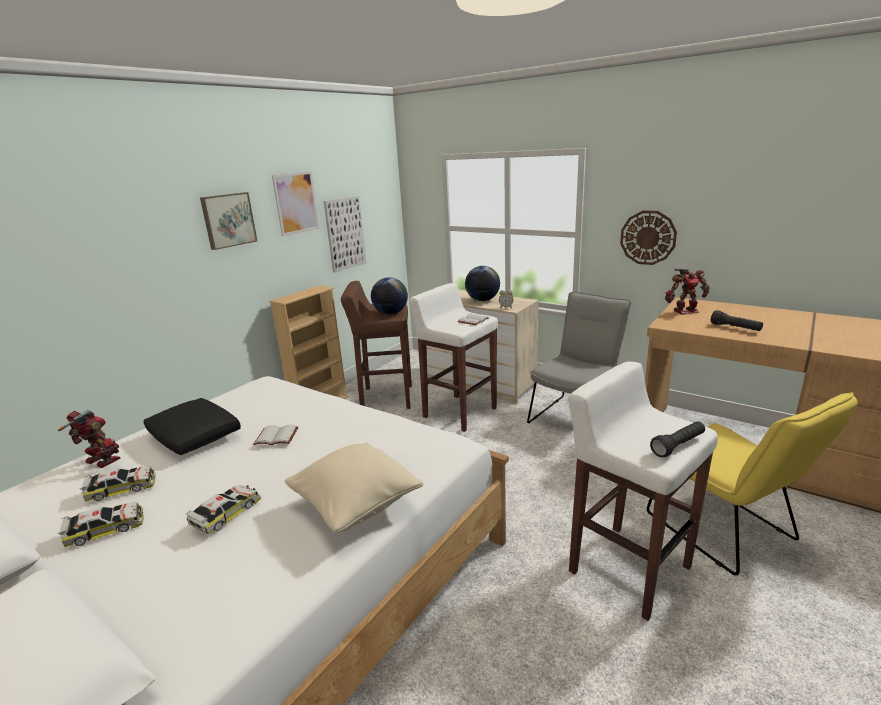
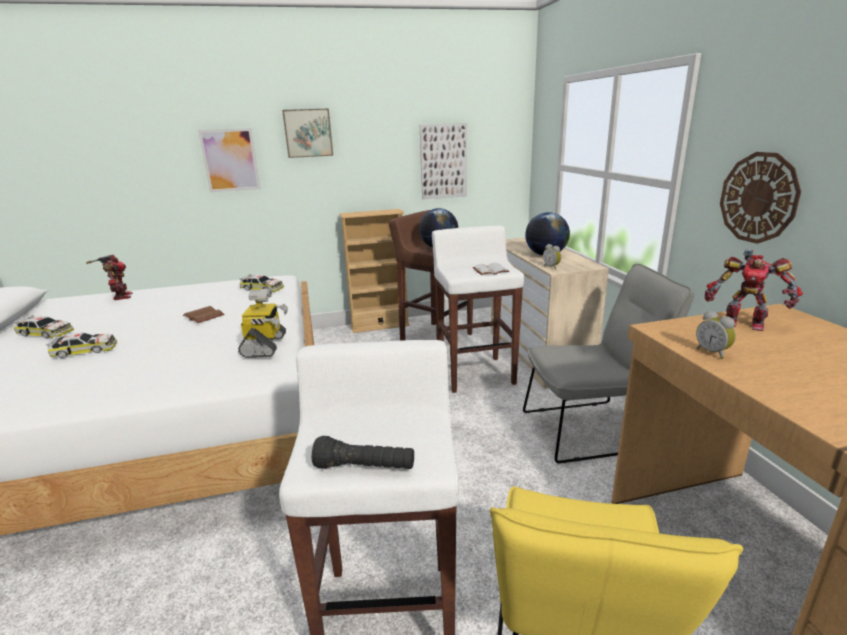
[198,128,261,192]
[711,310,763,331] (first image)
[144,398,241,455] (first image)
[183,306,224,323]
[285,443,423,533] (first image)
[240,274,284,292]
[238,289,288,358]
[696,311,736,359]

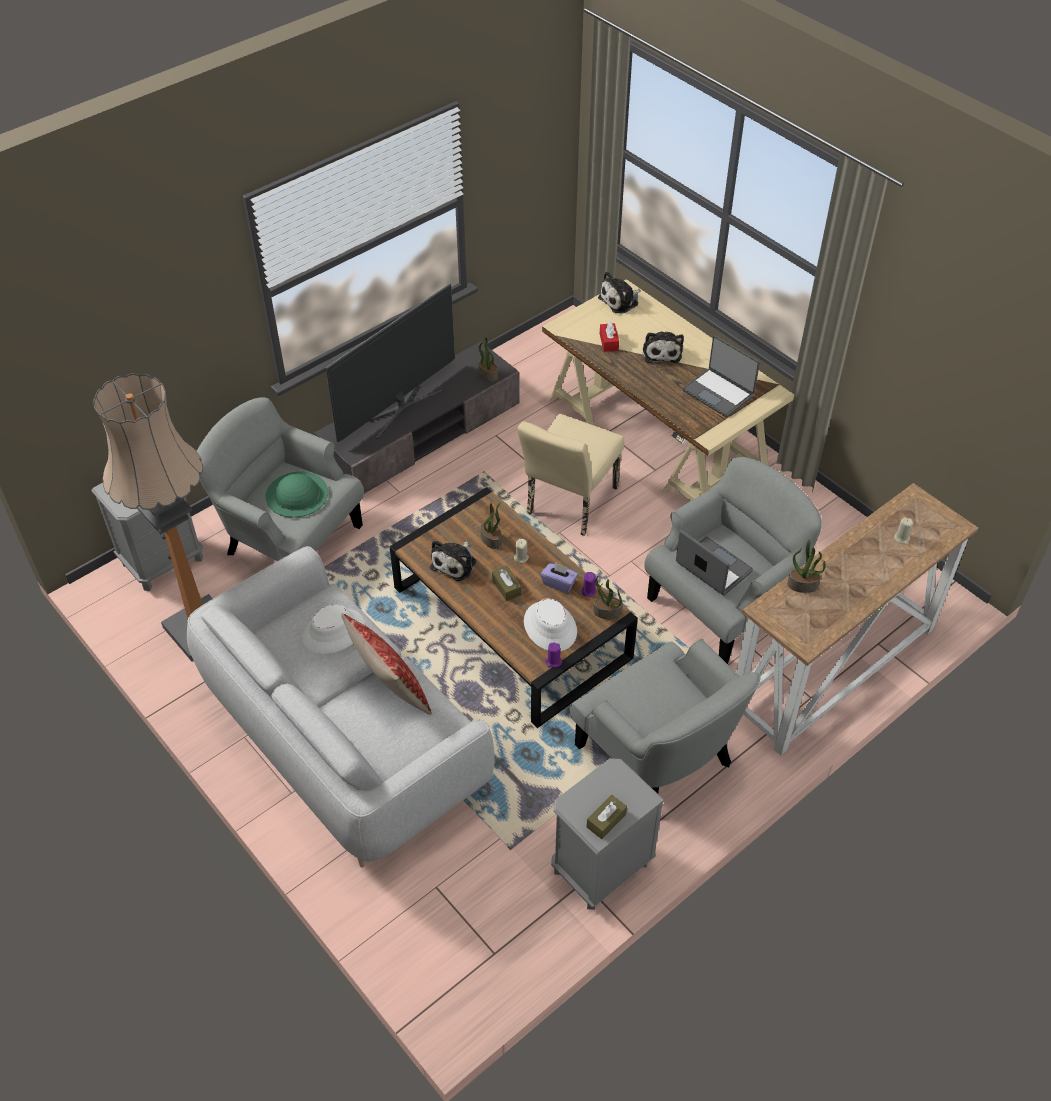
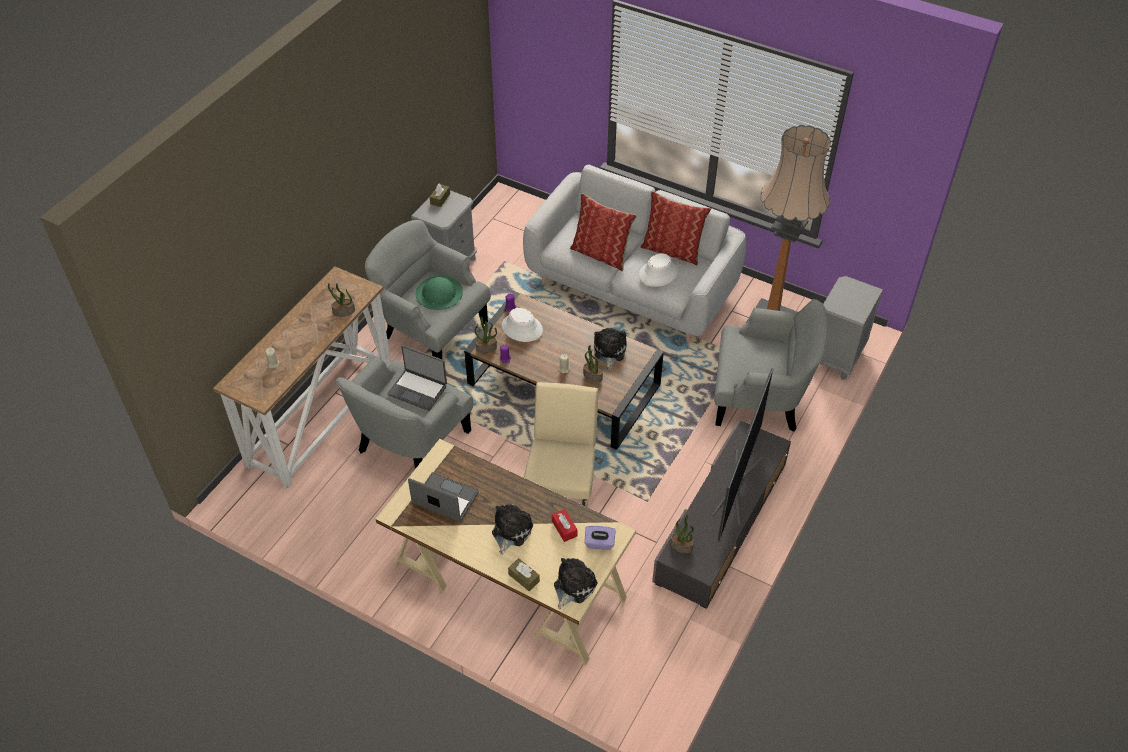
[492,504,533,555]
[415,276,463,310]
[585,526,616,550]
[508,558,540,591]
[640,191,711,266]

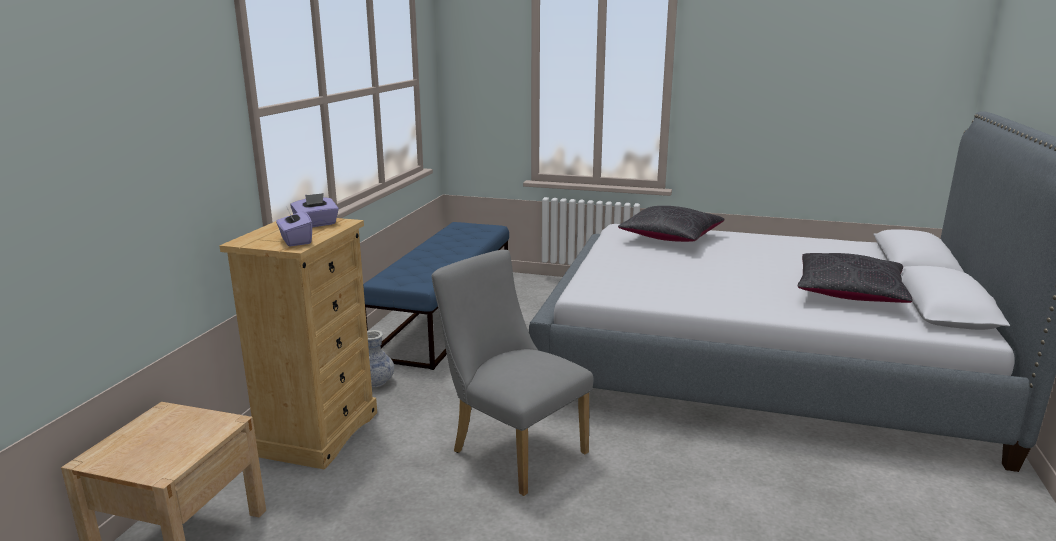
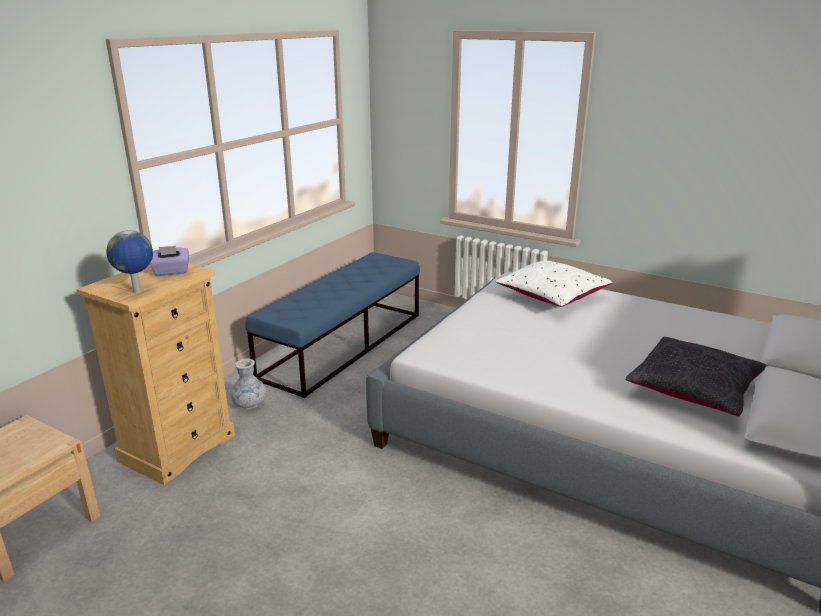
[106,230,153,292]
[495,261,612,307]
[431,250,593,496] (first image)

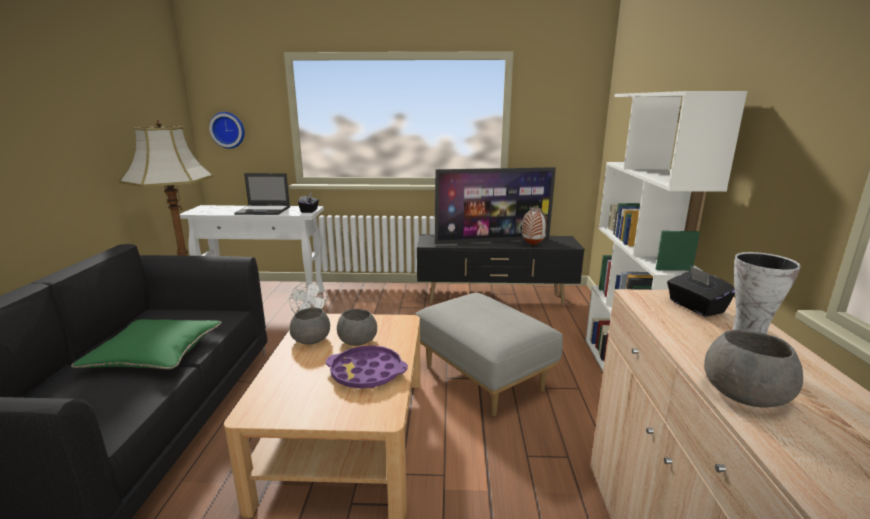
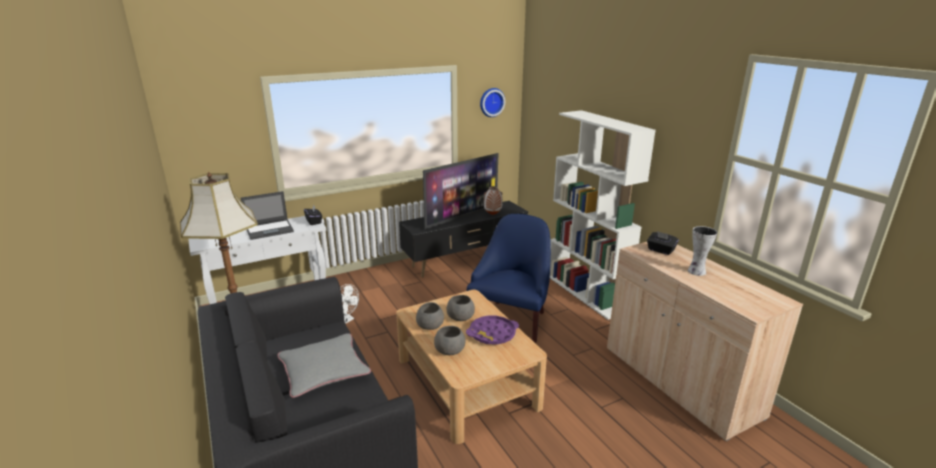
[480,88,505,117]
[466,214,551,343]
[277,333,371,398]
[434,326,465,355]

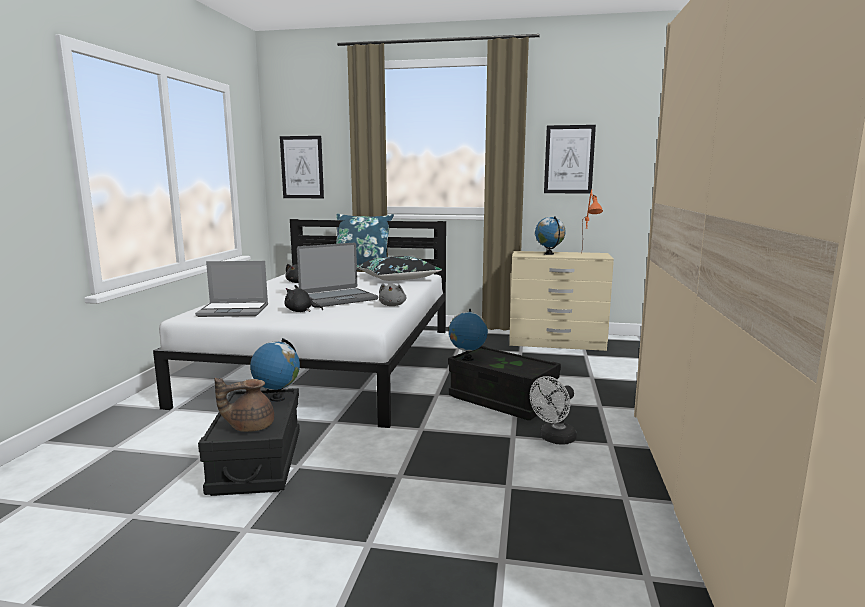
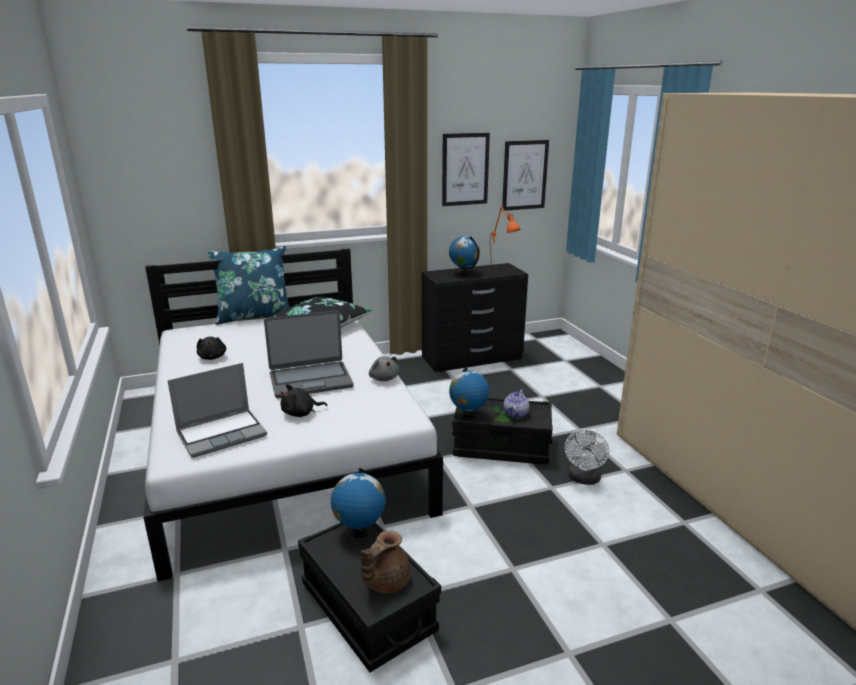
[502,140,549,211]
[264,310,354,398]
[422,263,528,372]
[503,389,529,419]

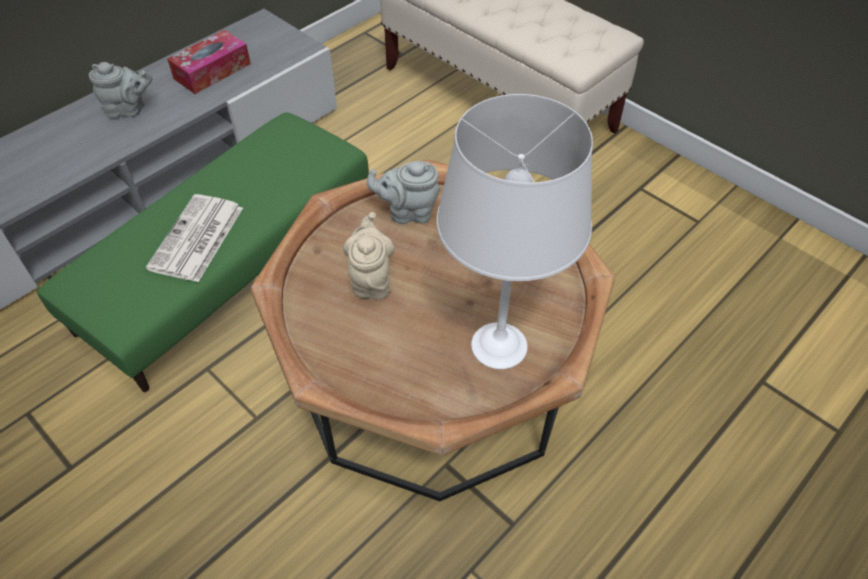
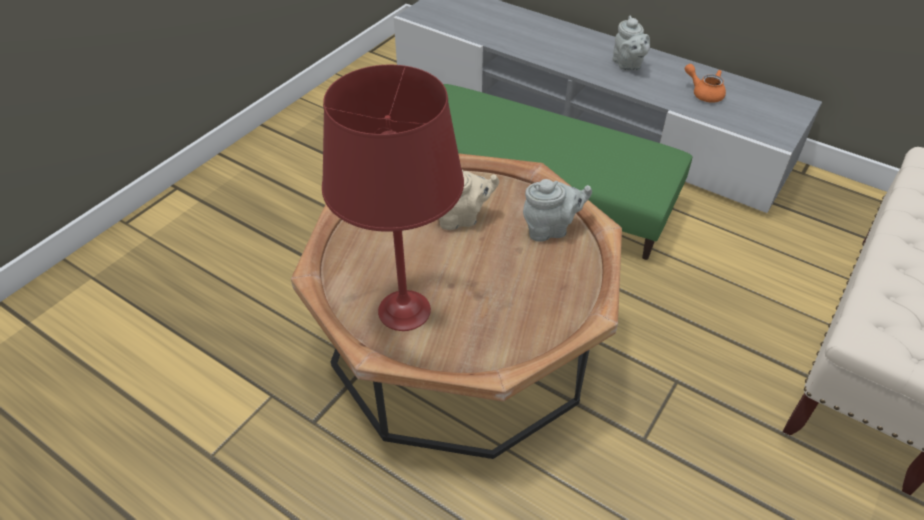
[685,64,726,103]
[322,65,464,331]
[523,179,592,242]
[145,194,243,282] (first image)

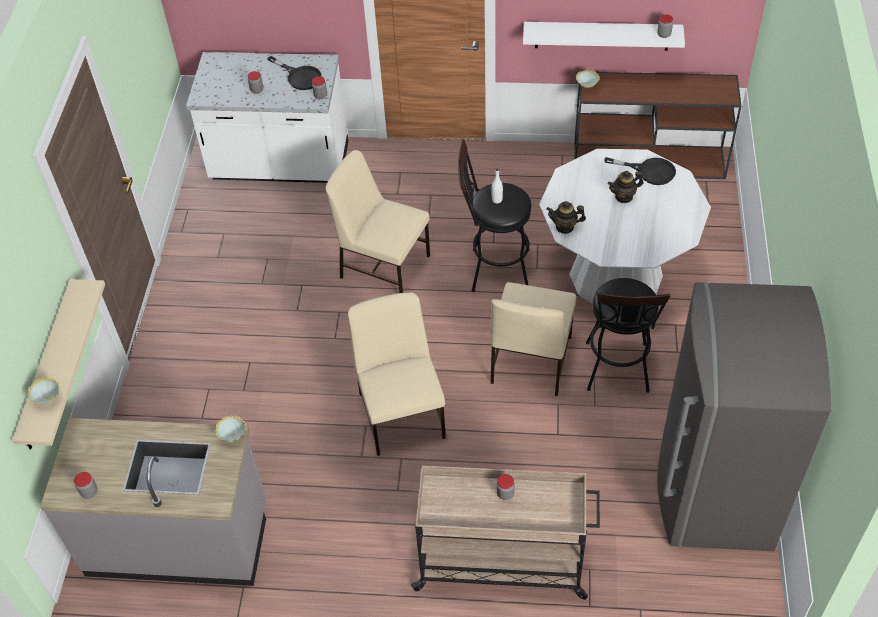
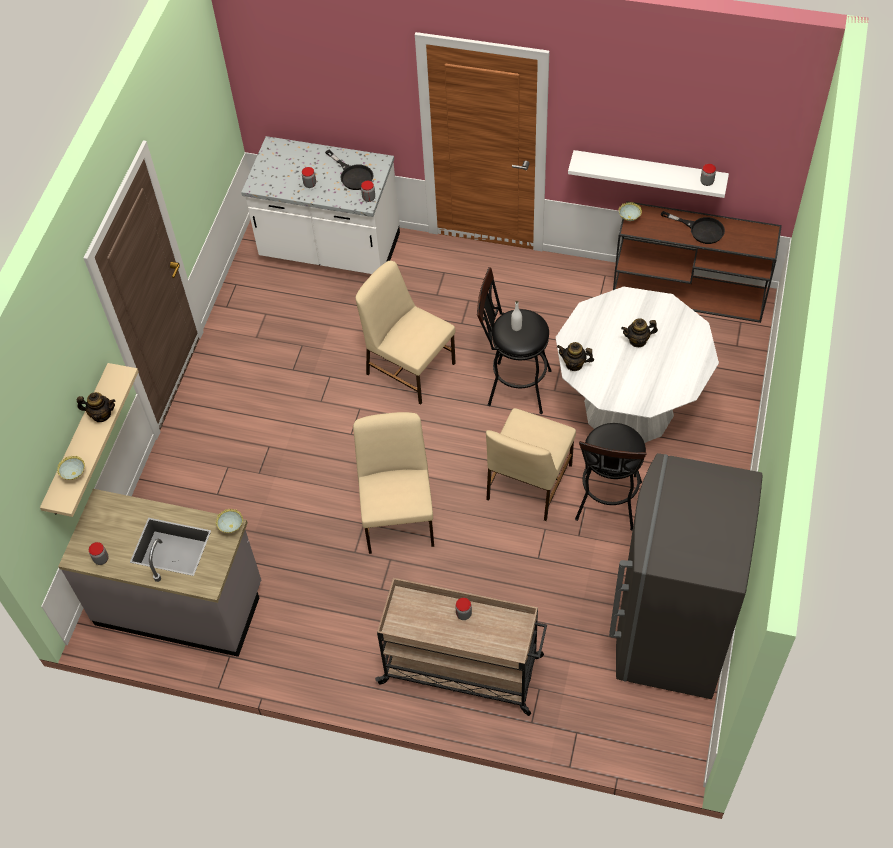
[661,211,725,244]
[77,392,116,422]

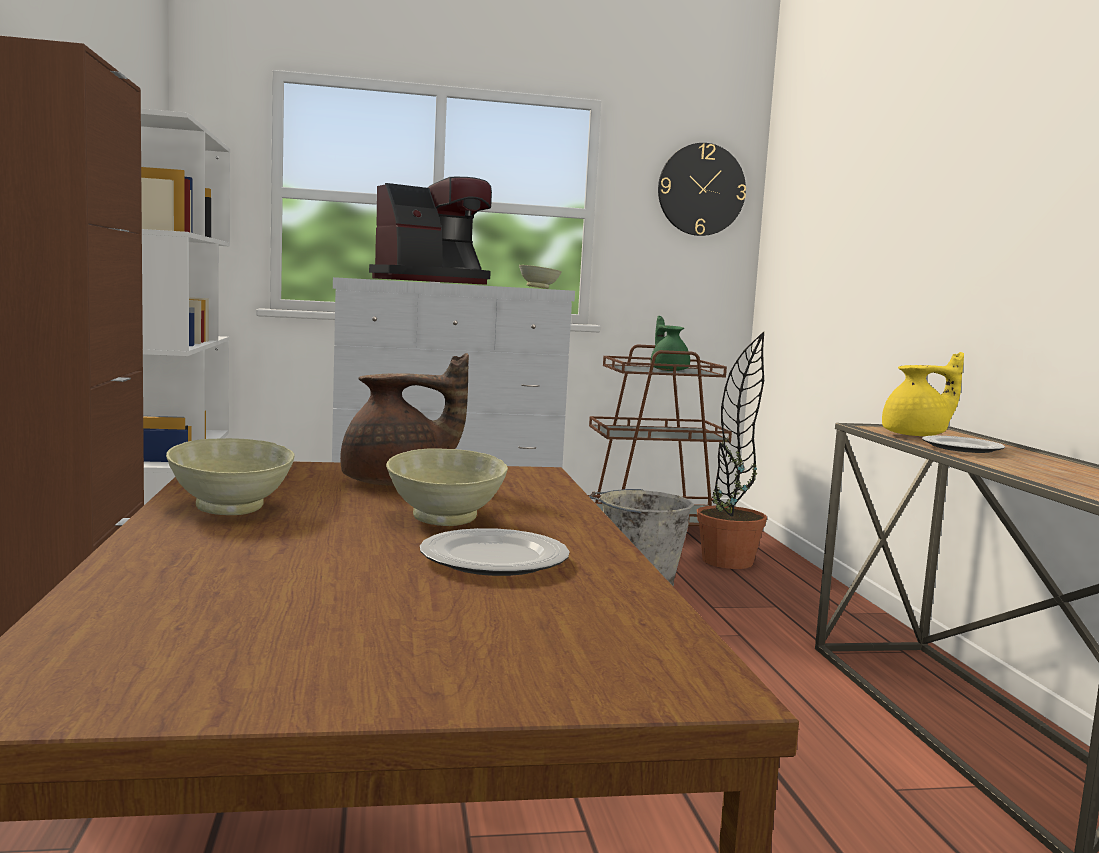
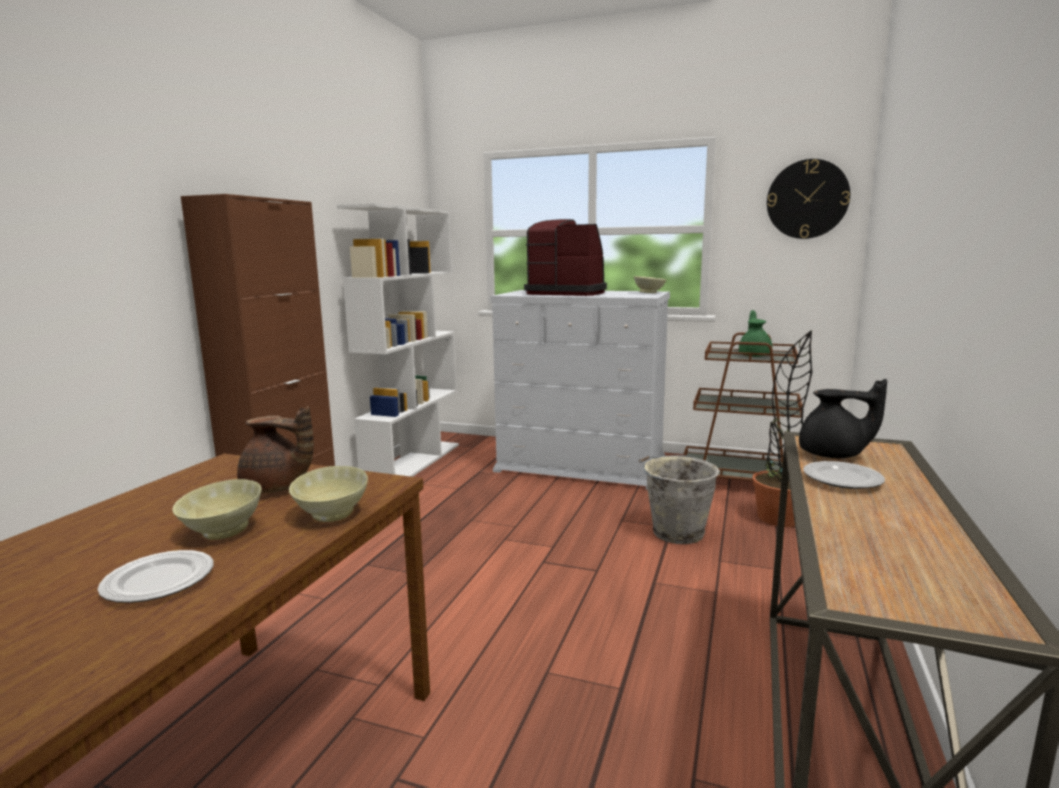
[524,219,607,296]
[799,379,887,458]
[289,466,368,522]

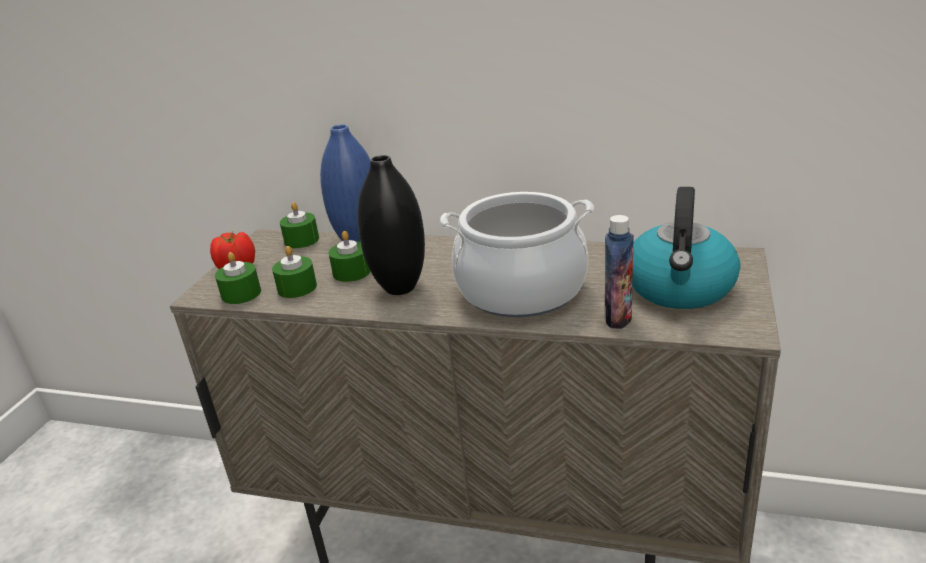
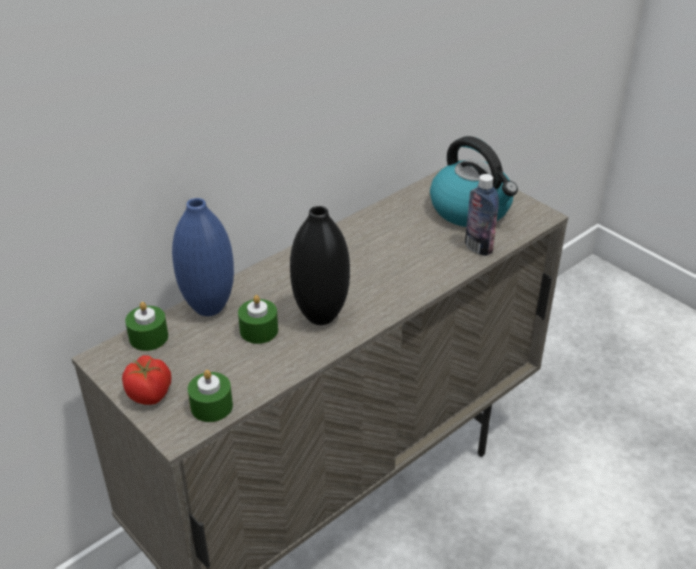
[440,192,594,317] (first image)
[272,246,317,298] (first image)

